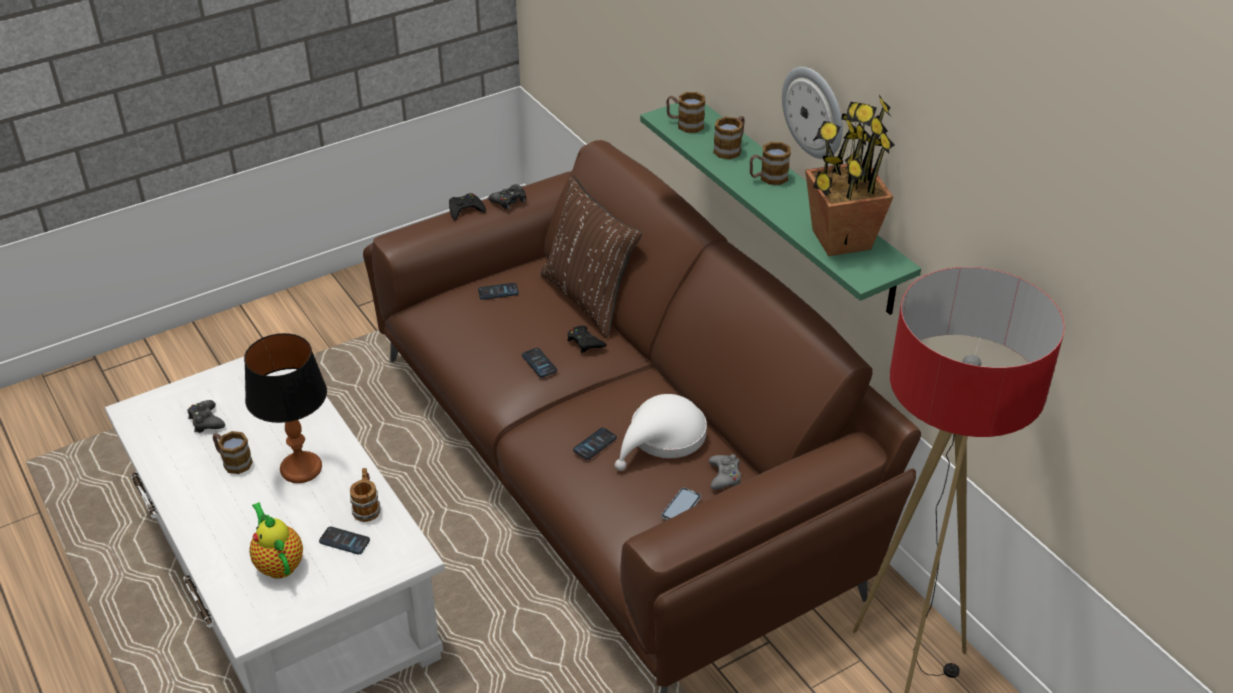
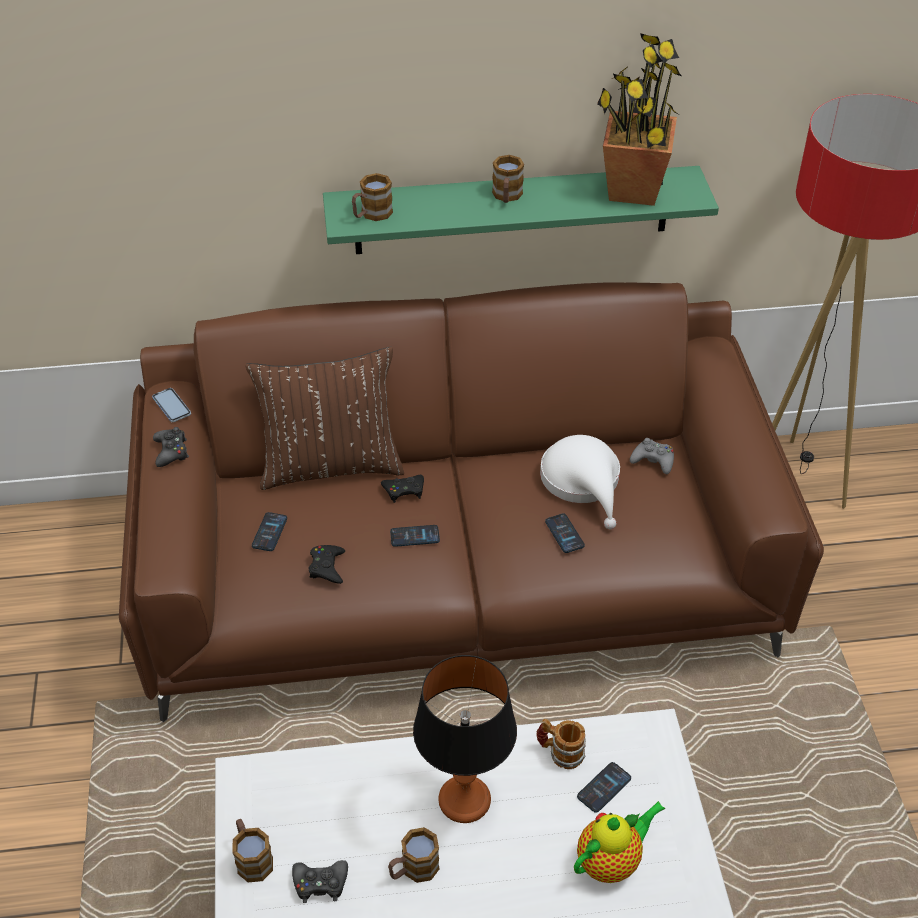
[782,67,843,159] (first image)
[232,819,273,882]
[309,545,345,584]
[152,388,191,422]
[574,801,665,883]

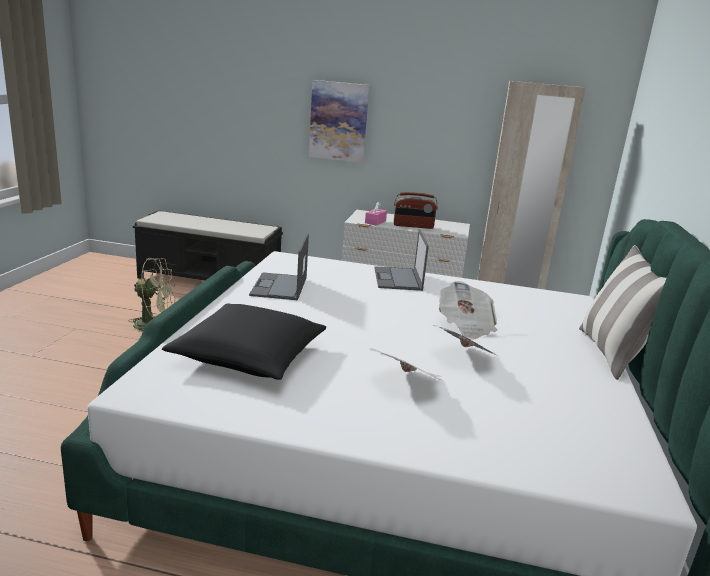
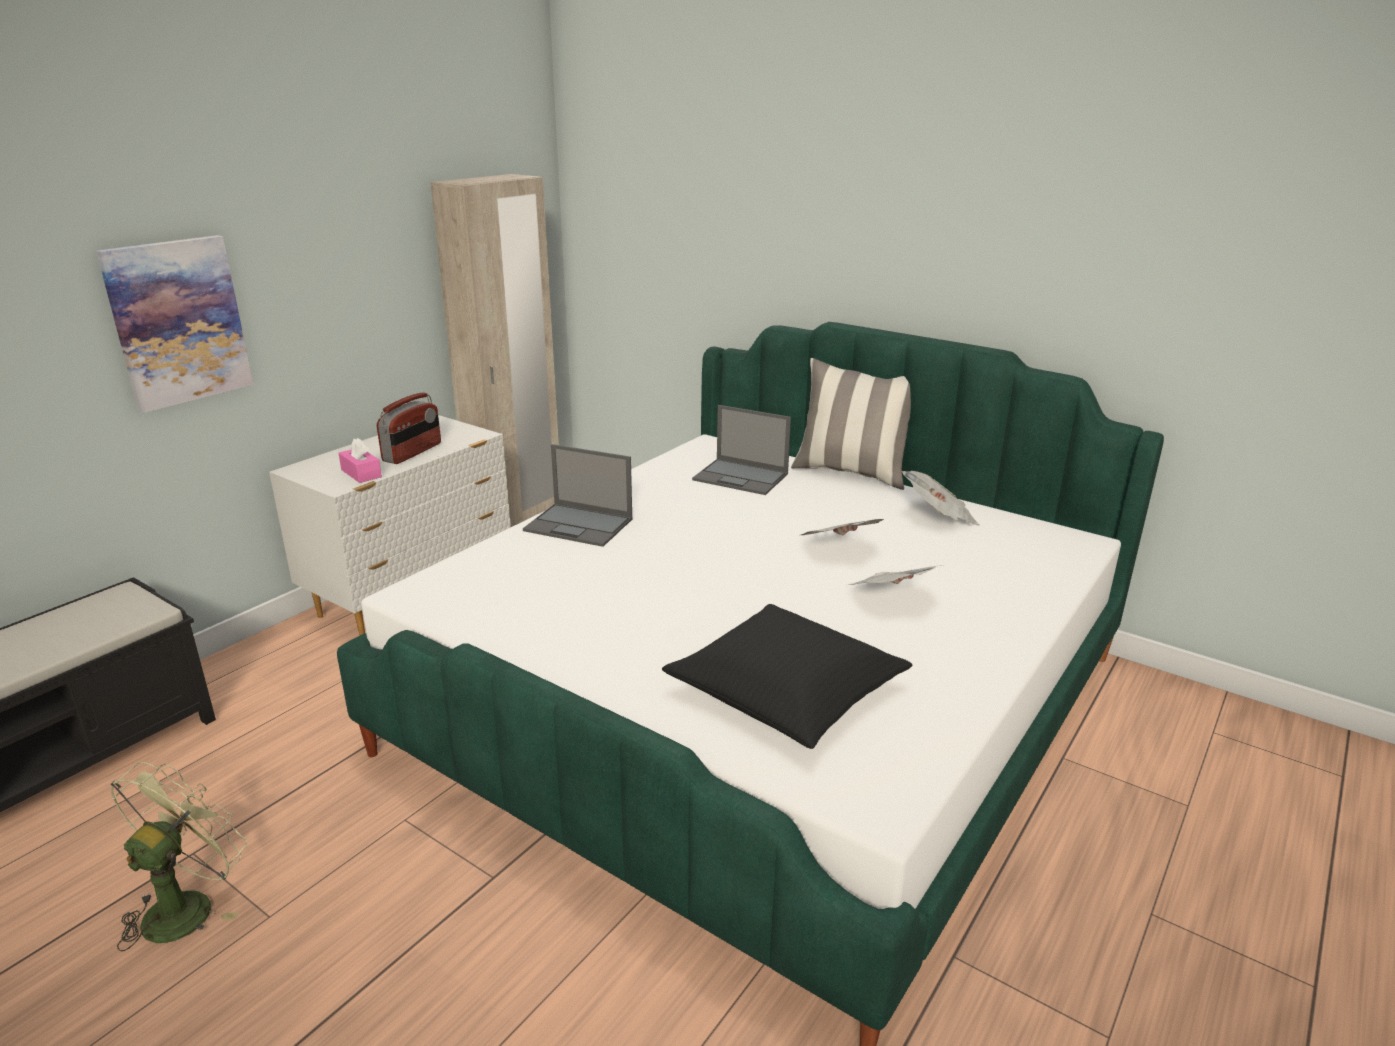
[692,405,791,495]
[902,471,979,526]

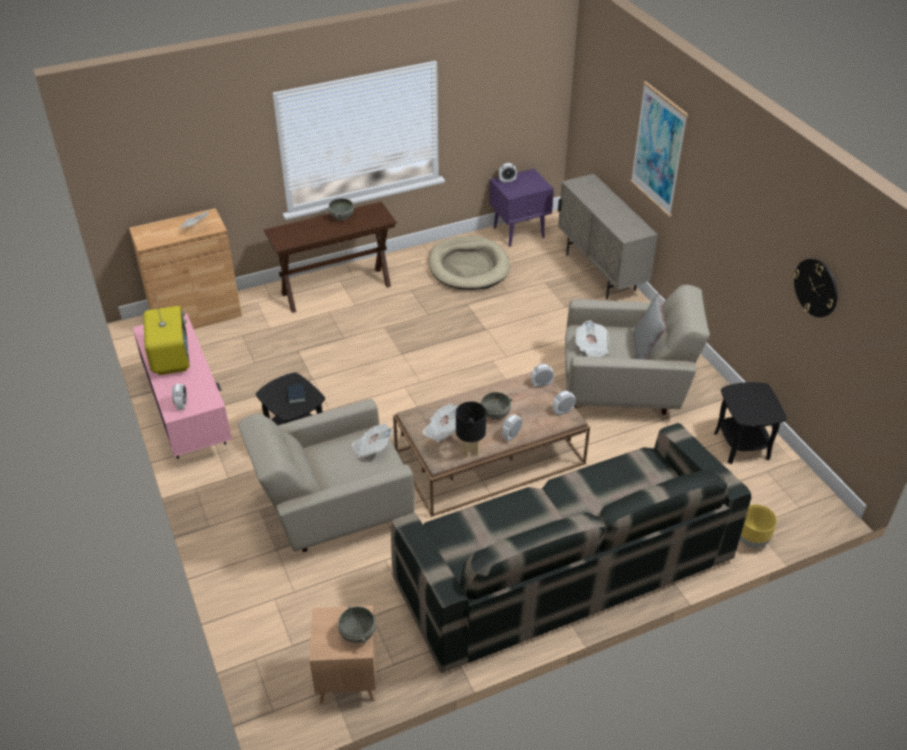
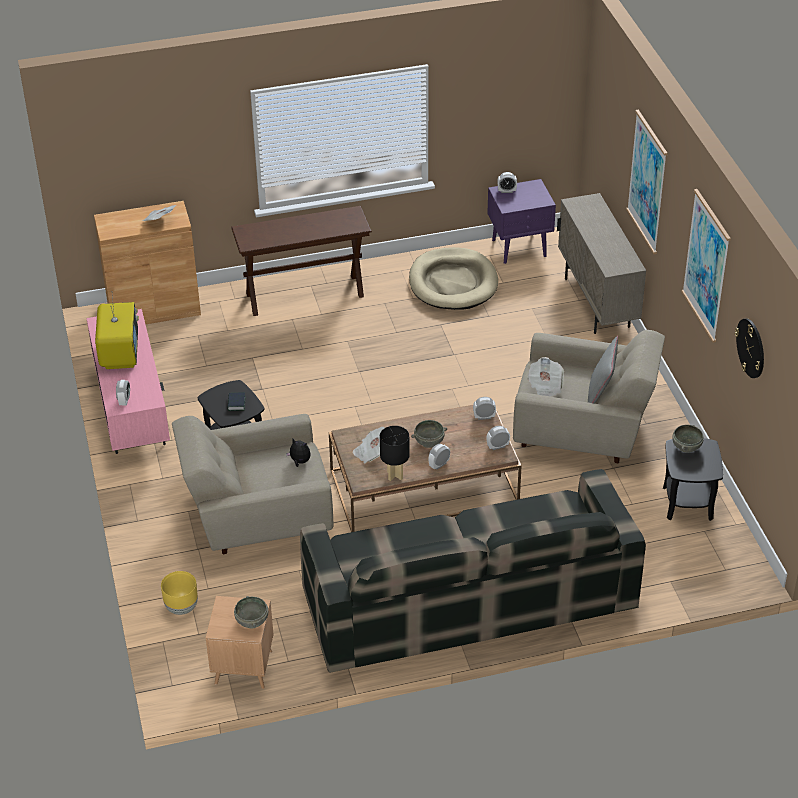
[672,425,704,453]
[286,439,311,467]
[161,571,198,615]
[682,189,731,342]

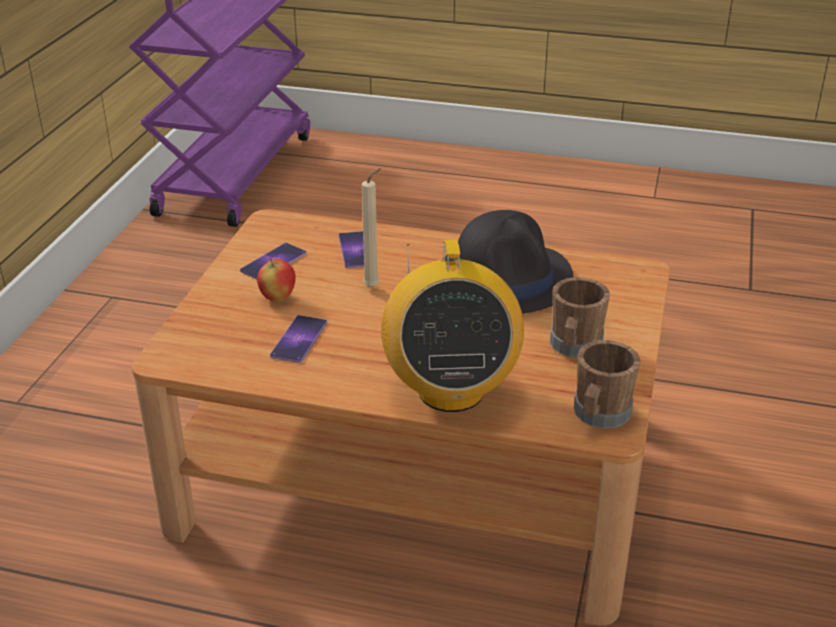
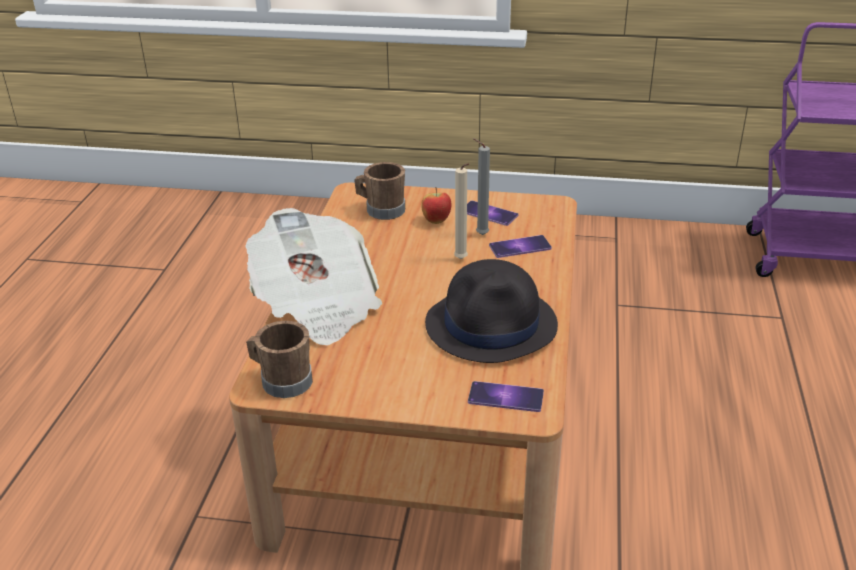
[245,208,382,345]
[354,162,405,220]
[468,381,544,412]
[472,138,490,235]

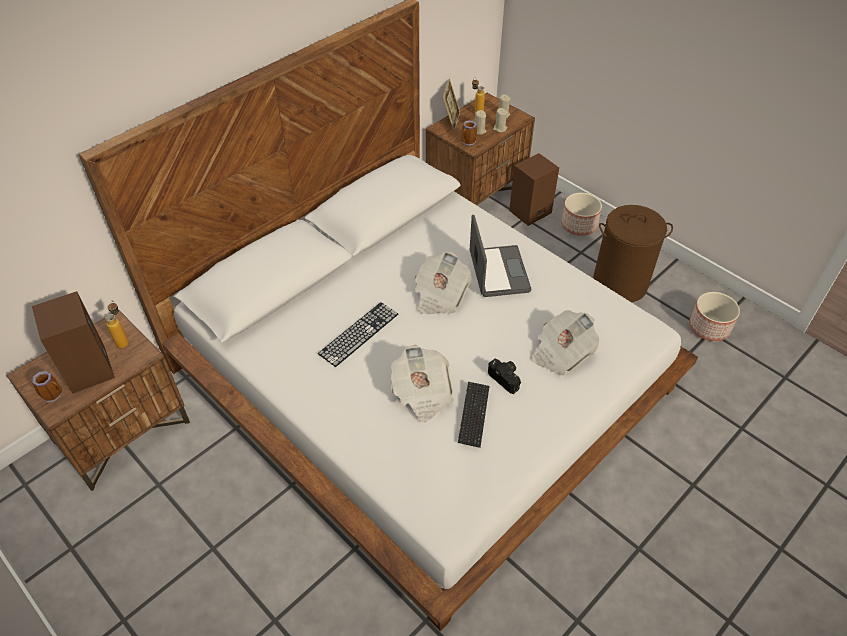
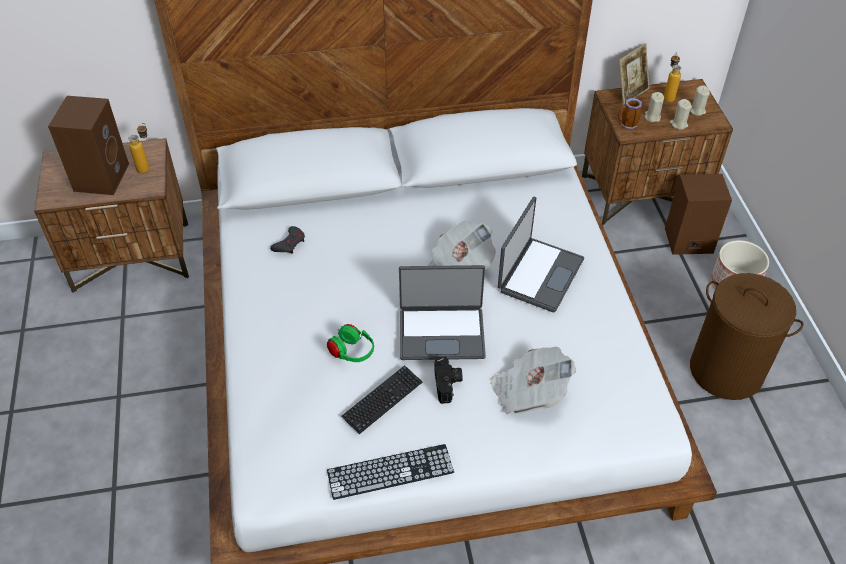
[689,292,740,341] (first image)
[327,444,454,500]
[327,324,374,362]
[32,371,62,403] (first image)
[270,226,305,254]
[399,265,486,360]

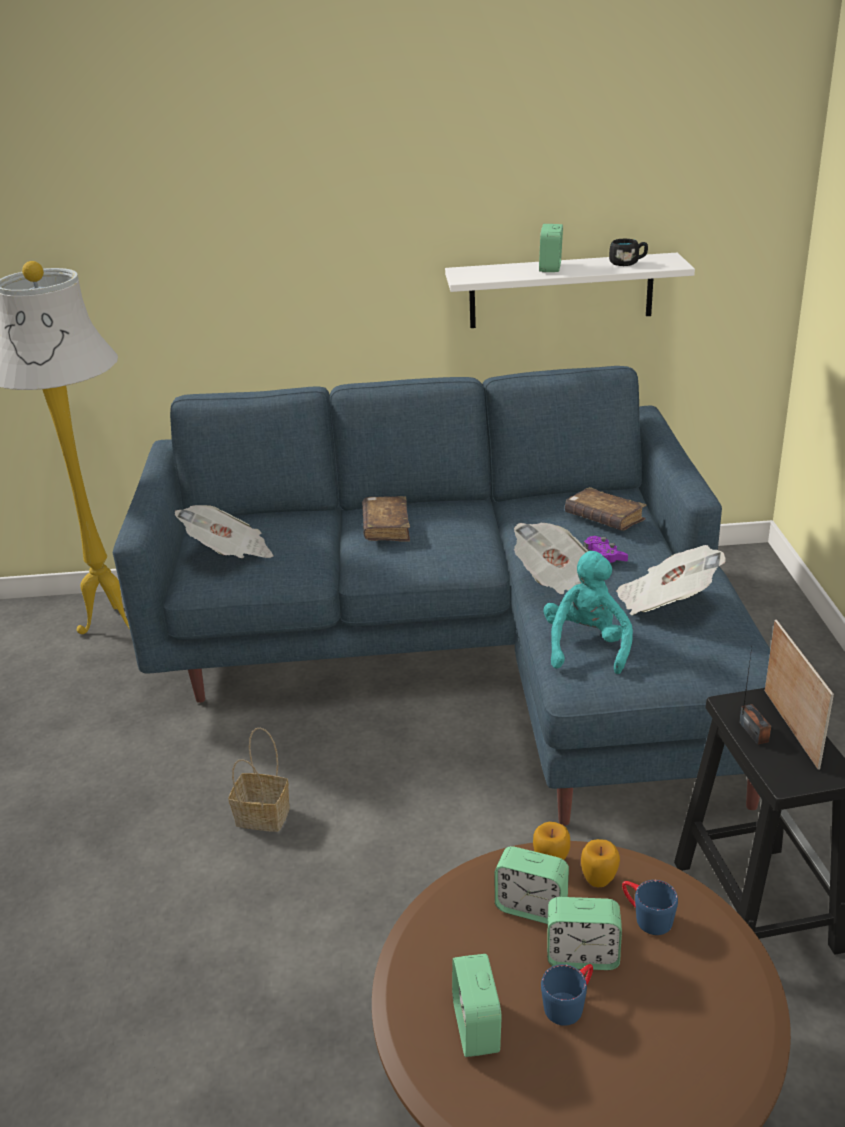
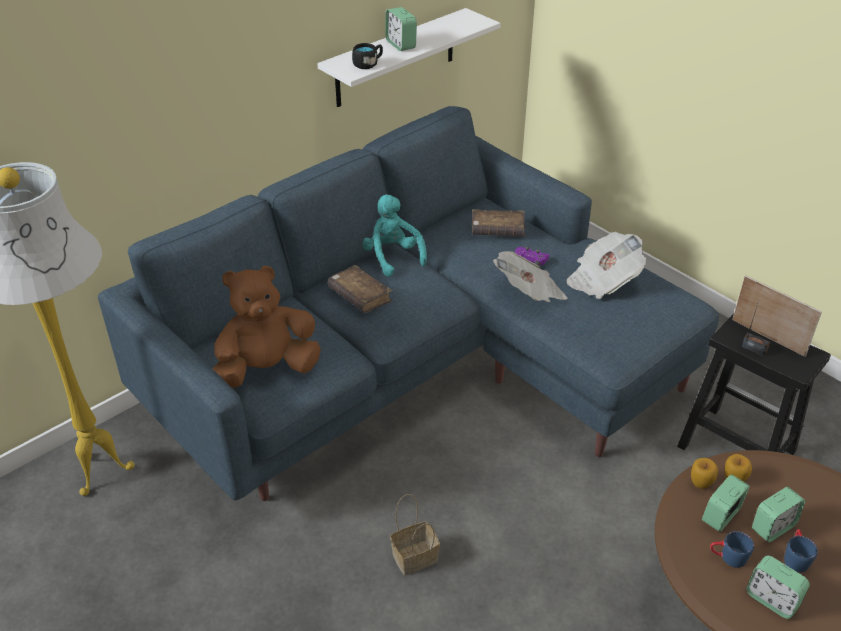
[352,43,383,69]
[212,266,321,388]
[362,194,427,277]
[702,474,750,532]
[710,531,754,568]

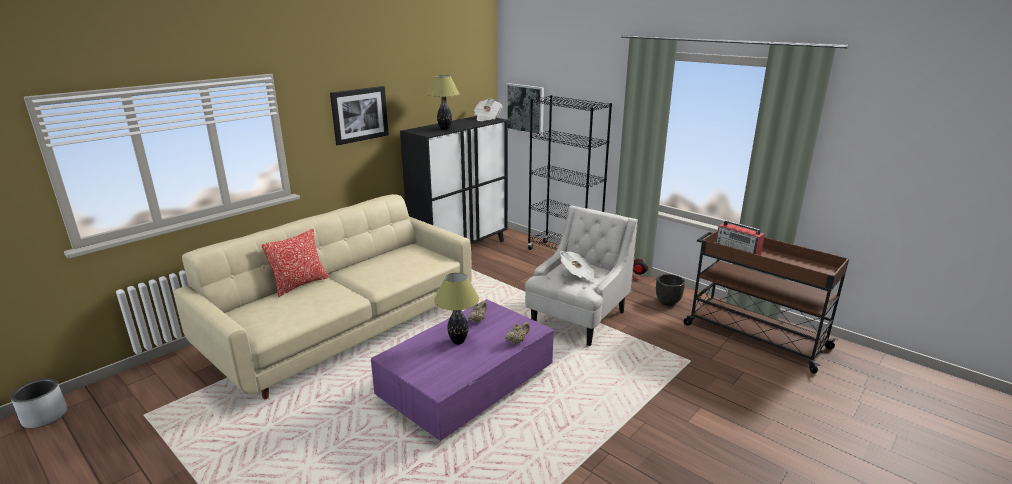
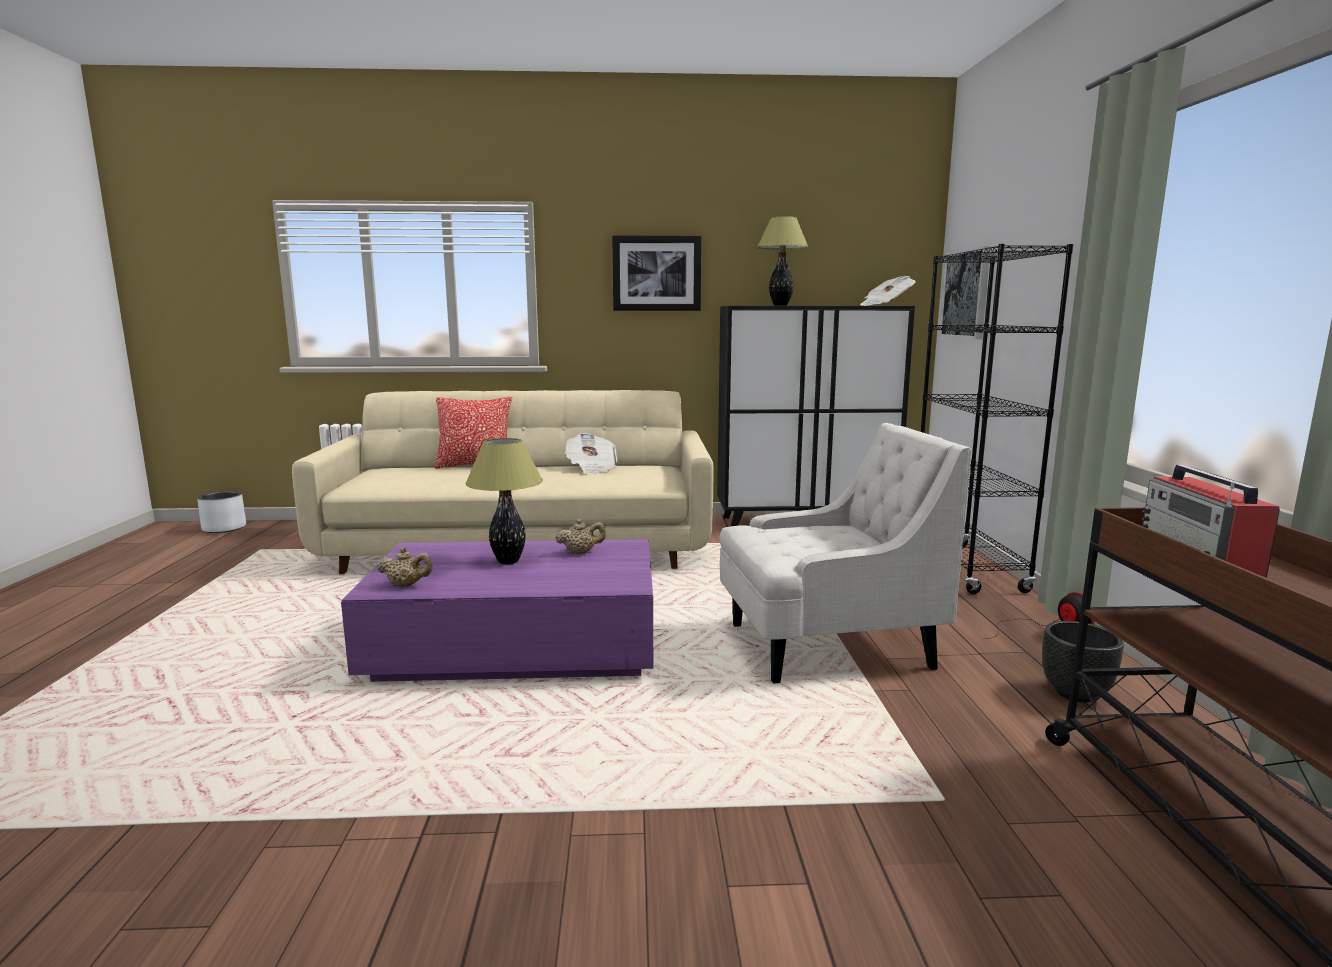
[565,433,617,475]
[377,547,433,587]

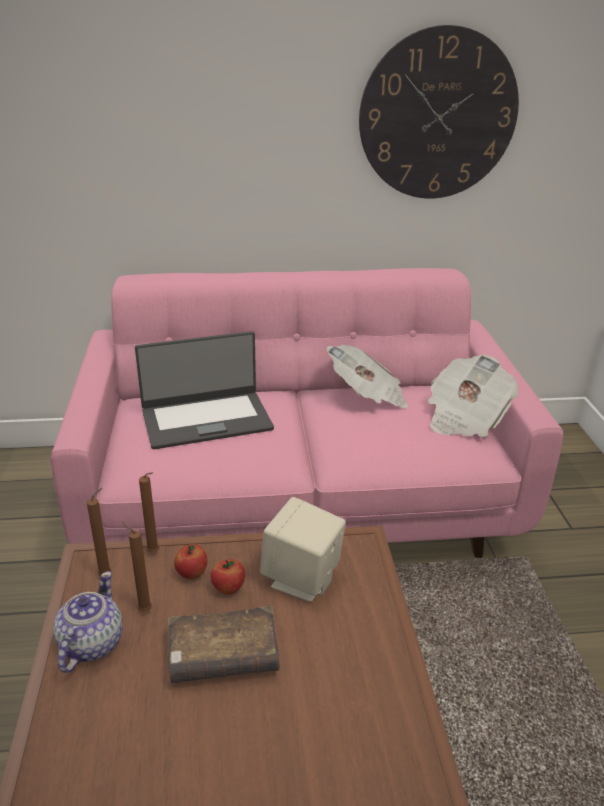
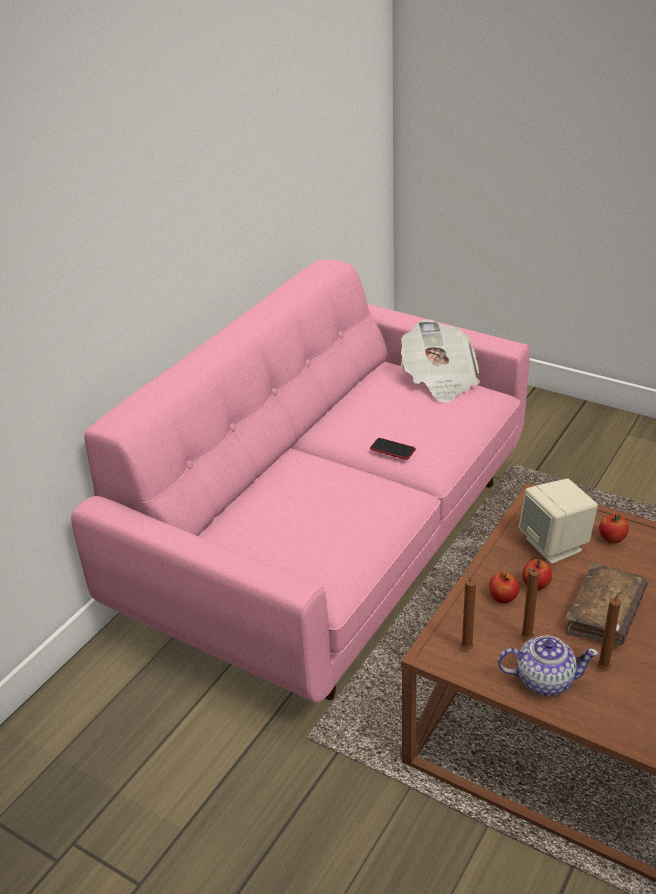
[359,25,519,199] (first image)
[135,331,274,449] (first image)
[327,345,409,408] (first image)
[597,589,626,670]
[498,635,599,696]
[370,438,416,460]
[599,514,629,544]

